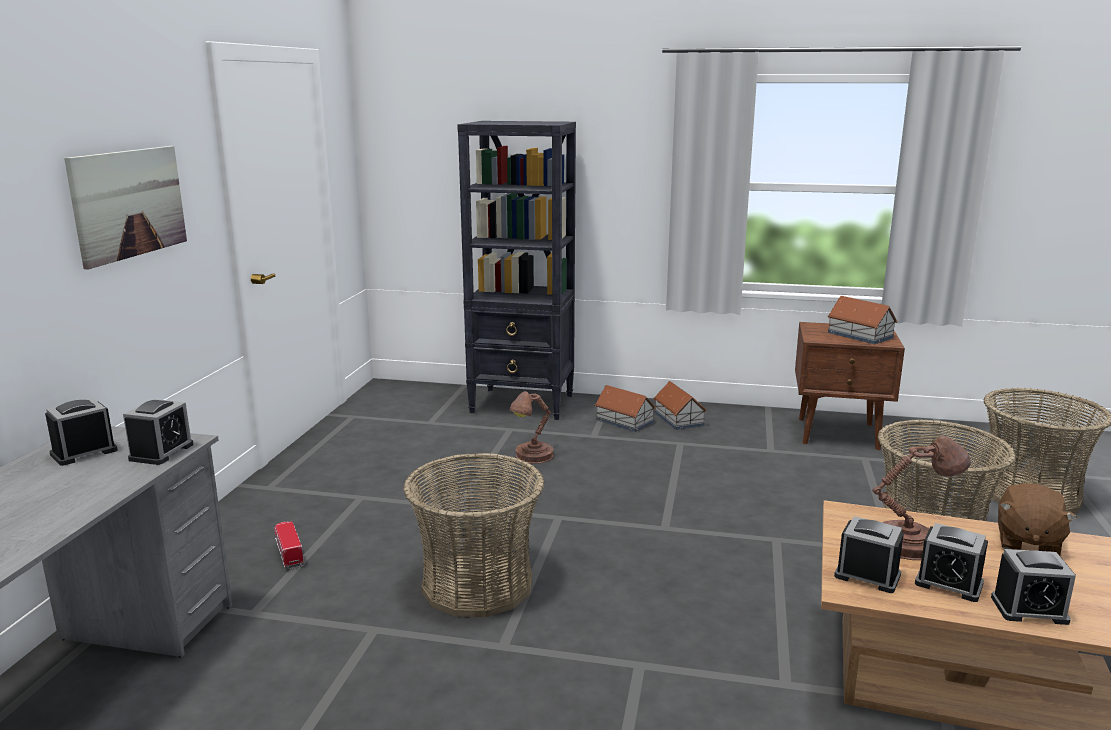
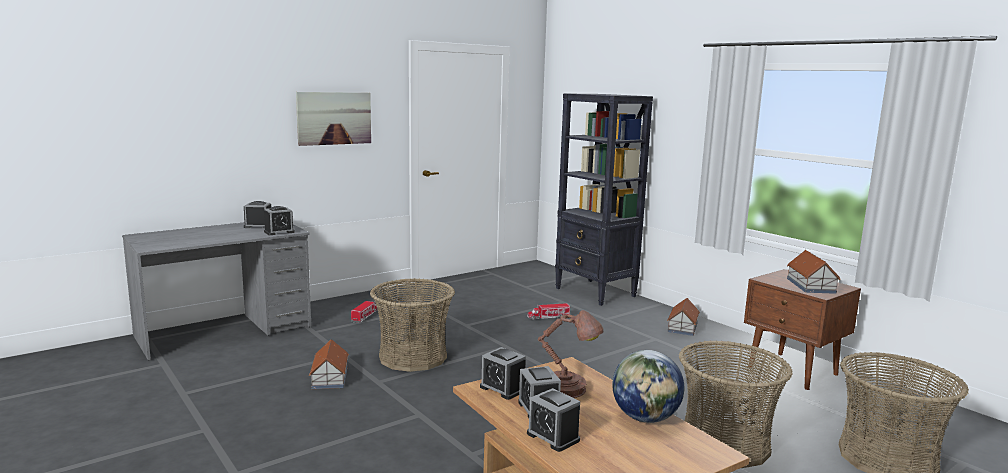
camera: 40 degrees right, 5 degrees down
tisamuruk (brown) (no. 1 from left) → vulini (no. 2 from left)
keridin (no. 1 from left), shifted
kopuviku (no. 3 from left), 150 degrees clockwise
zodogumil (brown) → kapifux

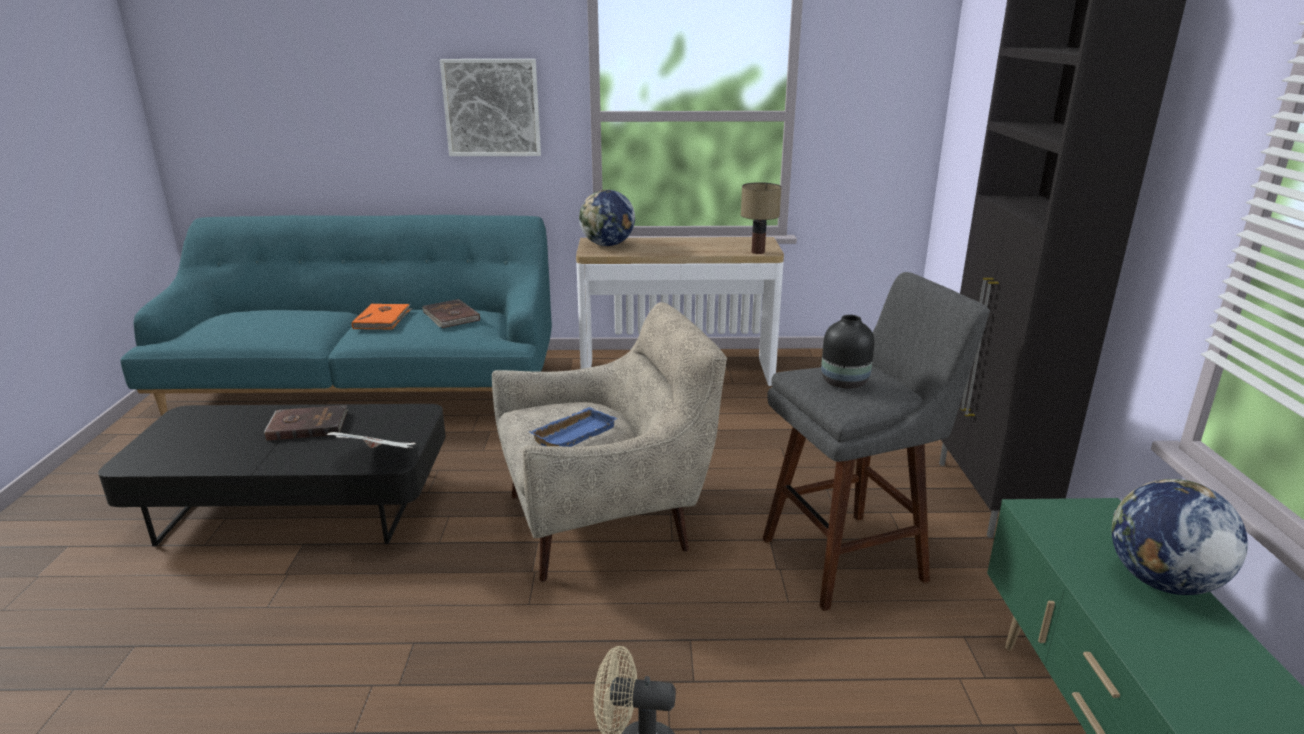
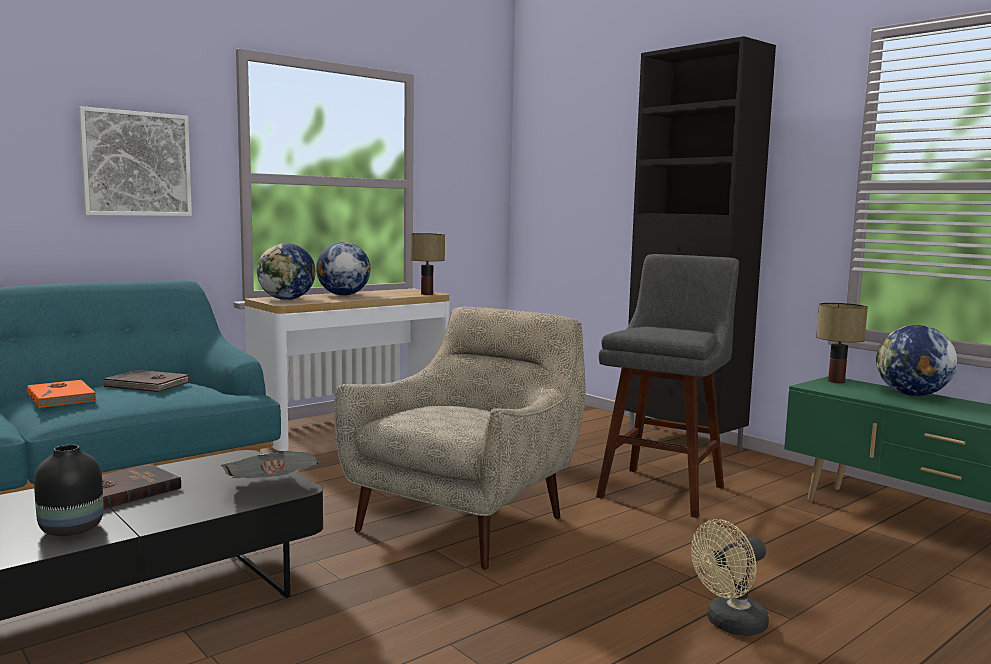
camera: 40 degrees left, 15 degrees down
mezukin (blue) → -
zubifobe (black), shifted
- → kapifux (no. 2 from left)
- → tisamuruk (no. 2 from left)

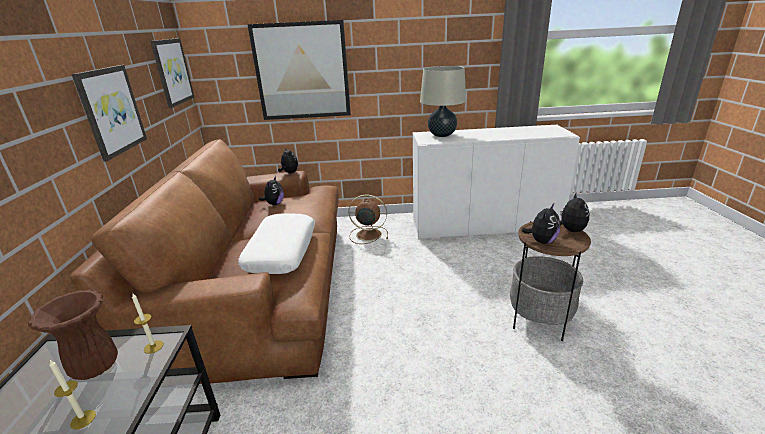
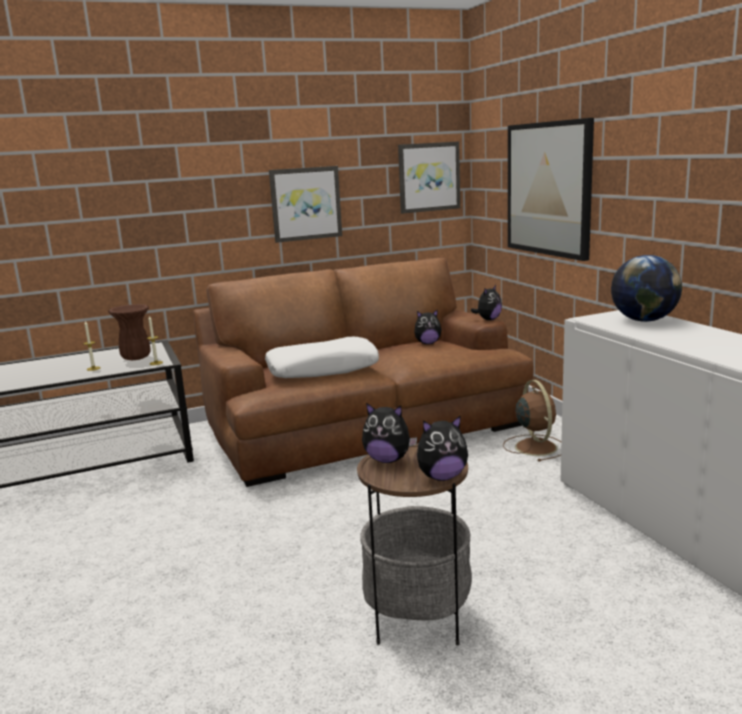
camera: 70 degrees right, 10 degrees down
tisamuruk (beige) → kapifux

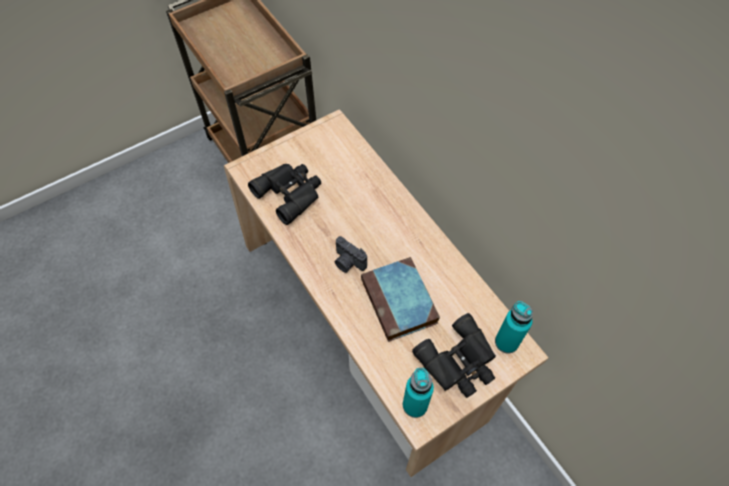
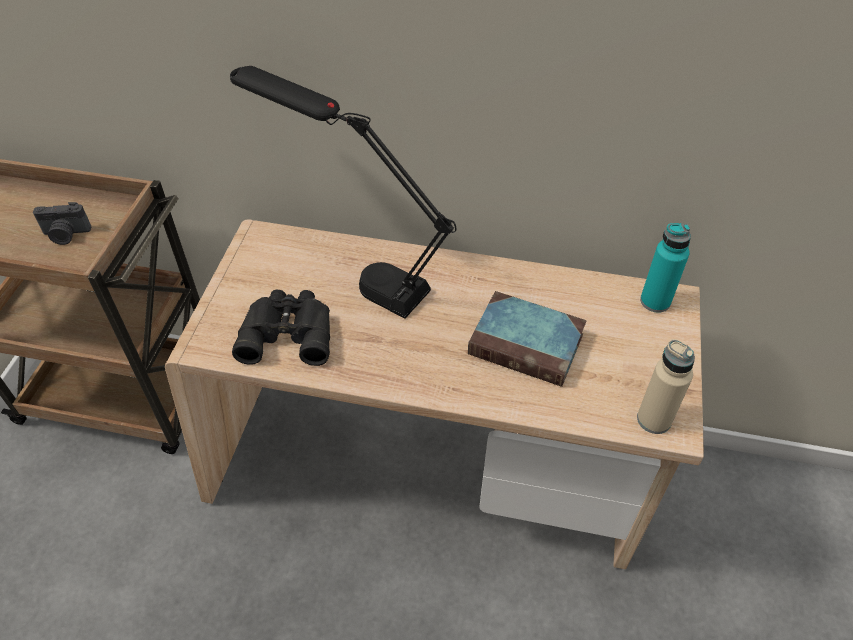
camera: 45 degrees left, 10 degrees down
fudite, shifted
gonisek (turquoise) (no. 1 from left) → gonisek (beige)
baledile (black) (no. 2 from left) → -
- → tisamuruk (black)

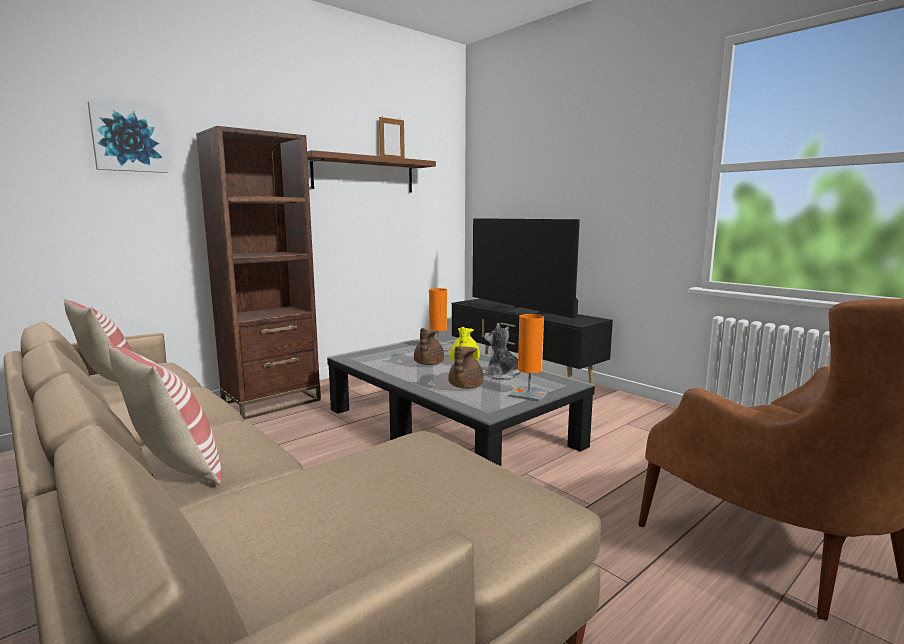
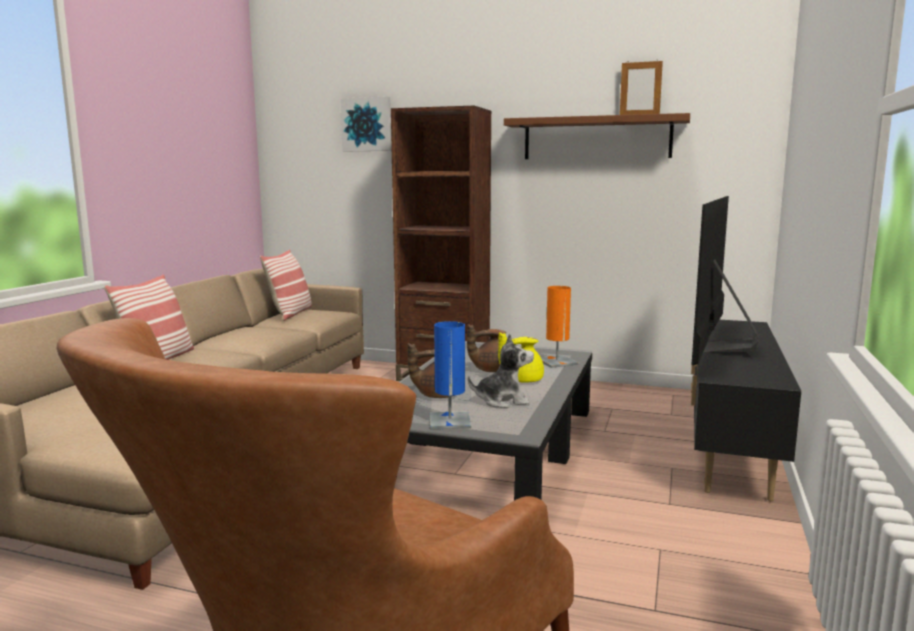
camera: 60 degrees right, 0 degrees up
zodogumil, 75 degrees clockwise
tisamuruk (orange) (no. 2 from left) → tisamuruk (blue)

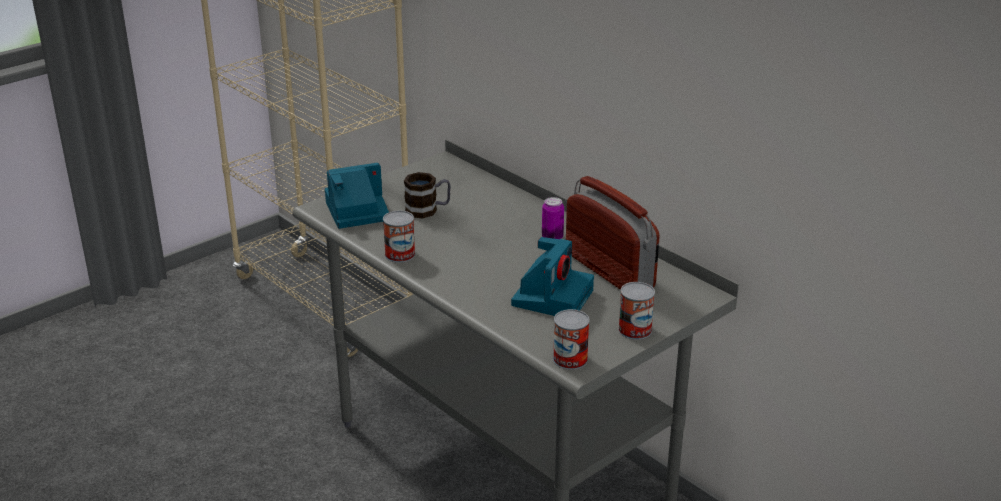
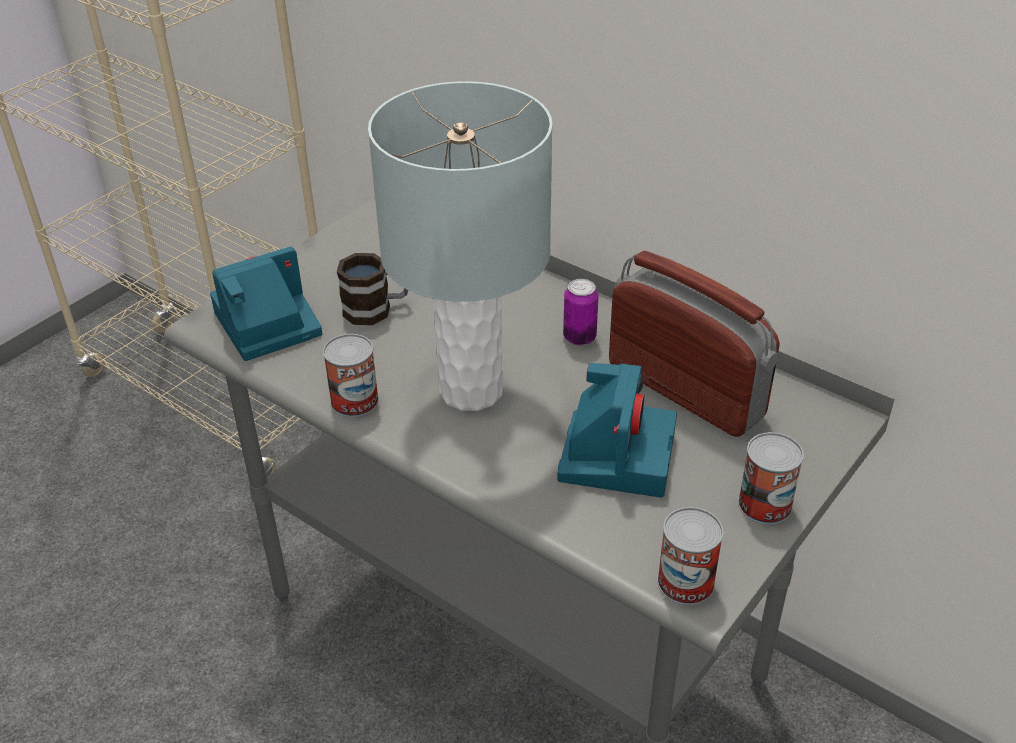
camera: 10 degrees left, 10 degrees up
- → tisamuruk (grey)

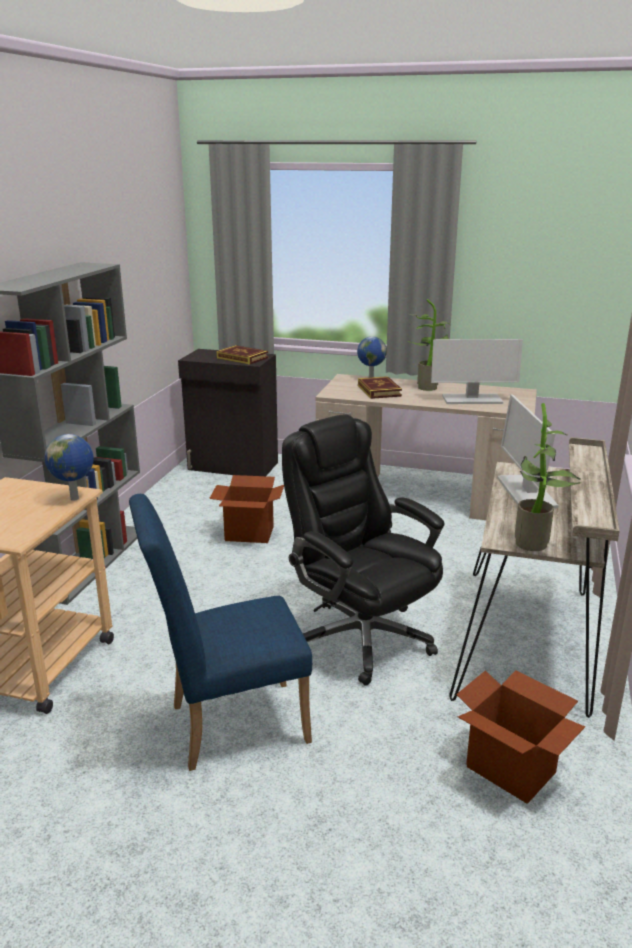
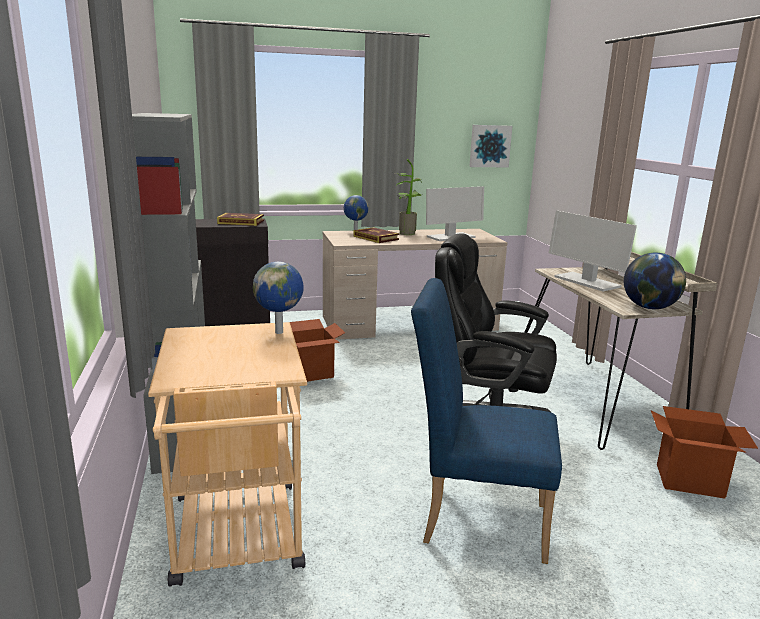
camera: 30 degrees left, 5 degrees down
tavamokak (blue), 60 degrees clockwise
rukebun (no. 2 from left) → kapifux (no. 3 from left)
- → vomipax

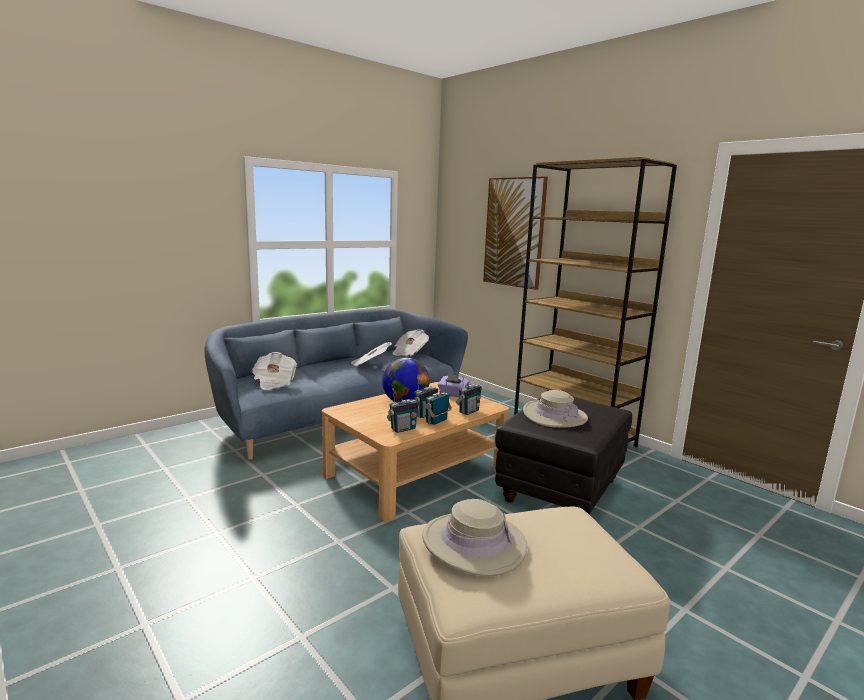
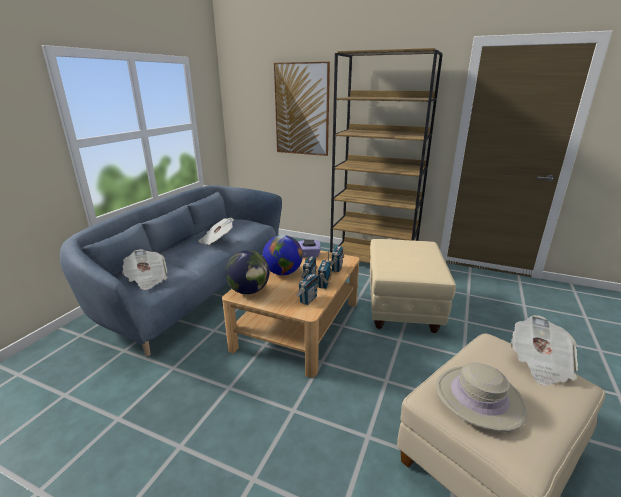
camera: 25 degrees left, 10 degrees up
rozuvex (no. 3 from left), shifted
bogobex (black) → bogobex (beige) (no. 1 from left)
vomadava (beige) (no. 2 from left) → -
- → kapifux (no. 1 from left)

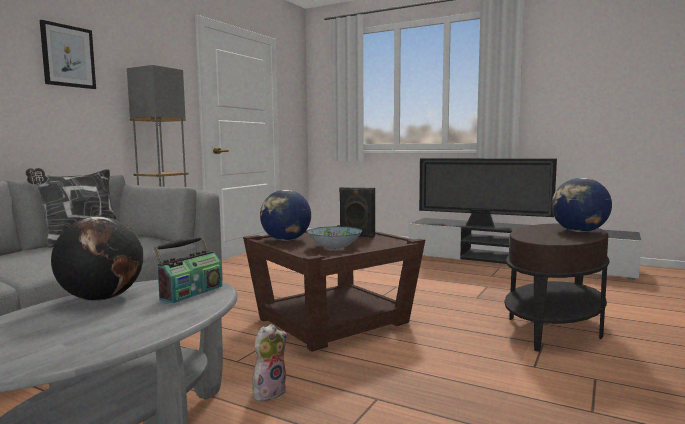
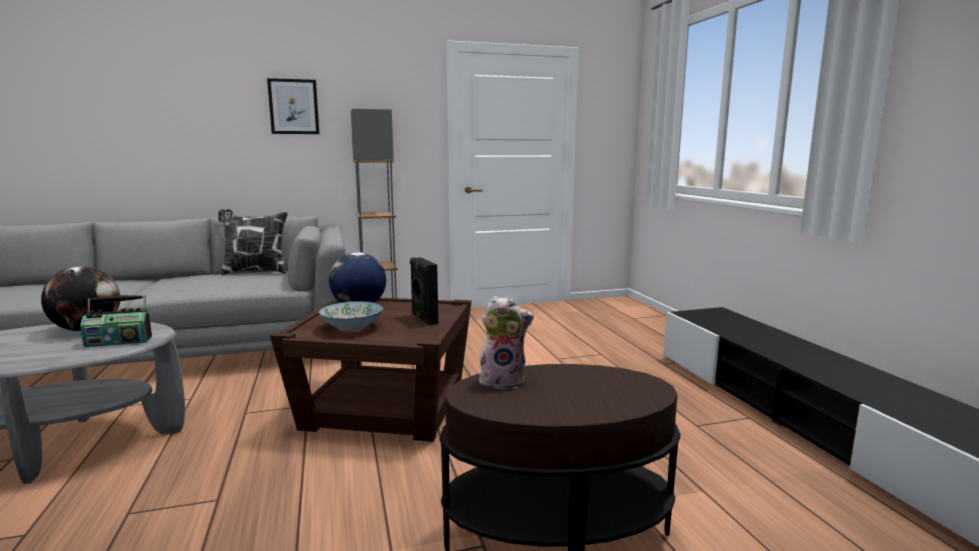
camera: 45 degrees right, 5 degrees up
zodogumil, shifted
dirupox → -
kapifux (no. 3 from left) → -

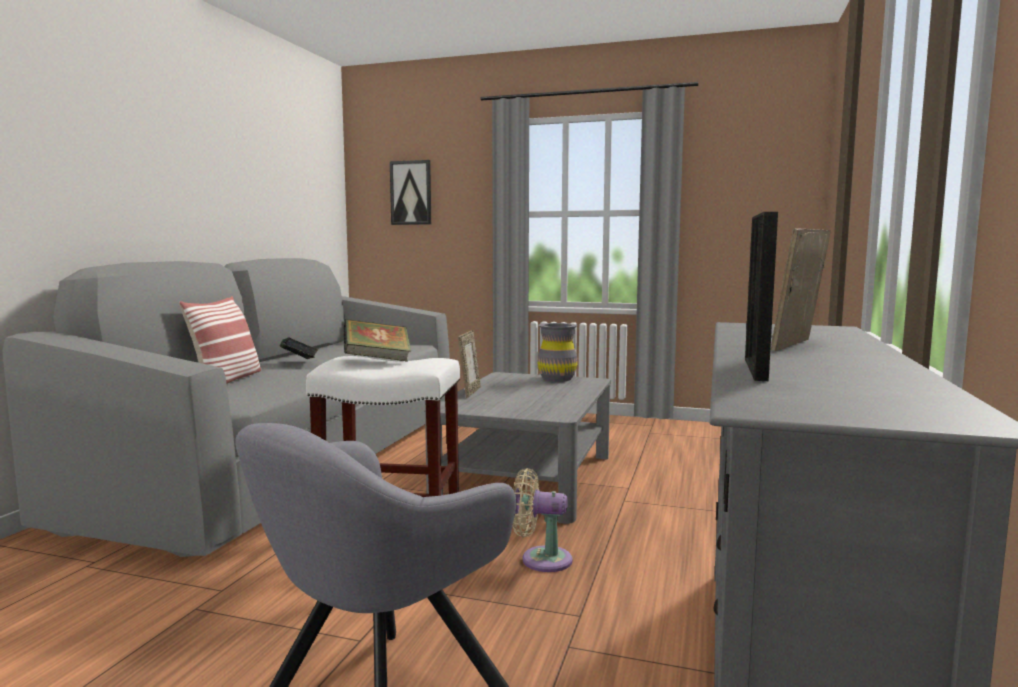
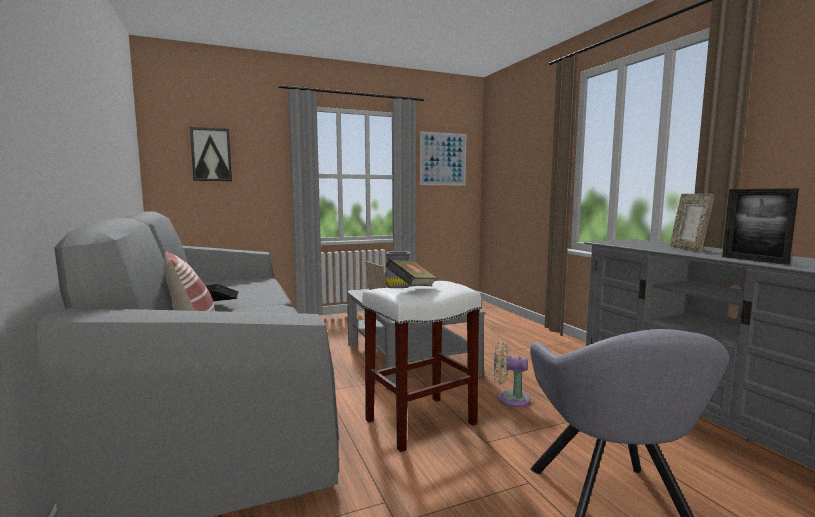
camera: 40 degrees left, 0 degrees up
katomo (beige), 45 degrees clockwise
- → vomipax (no. 2 from left)

